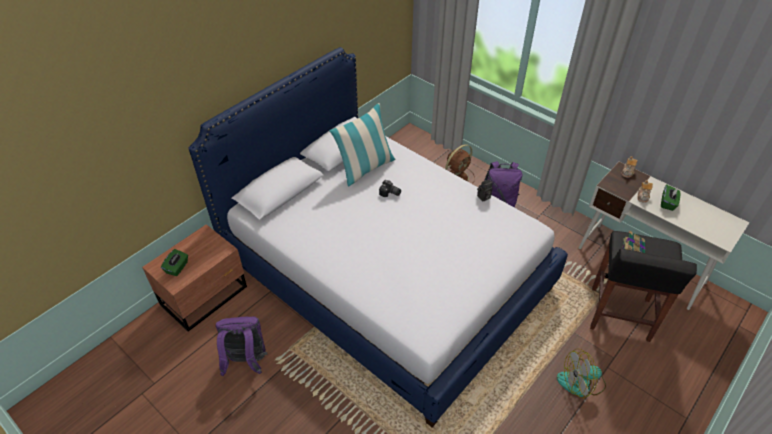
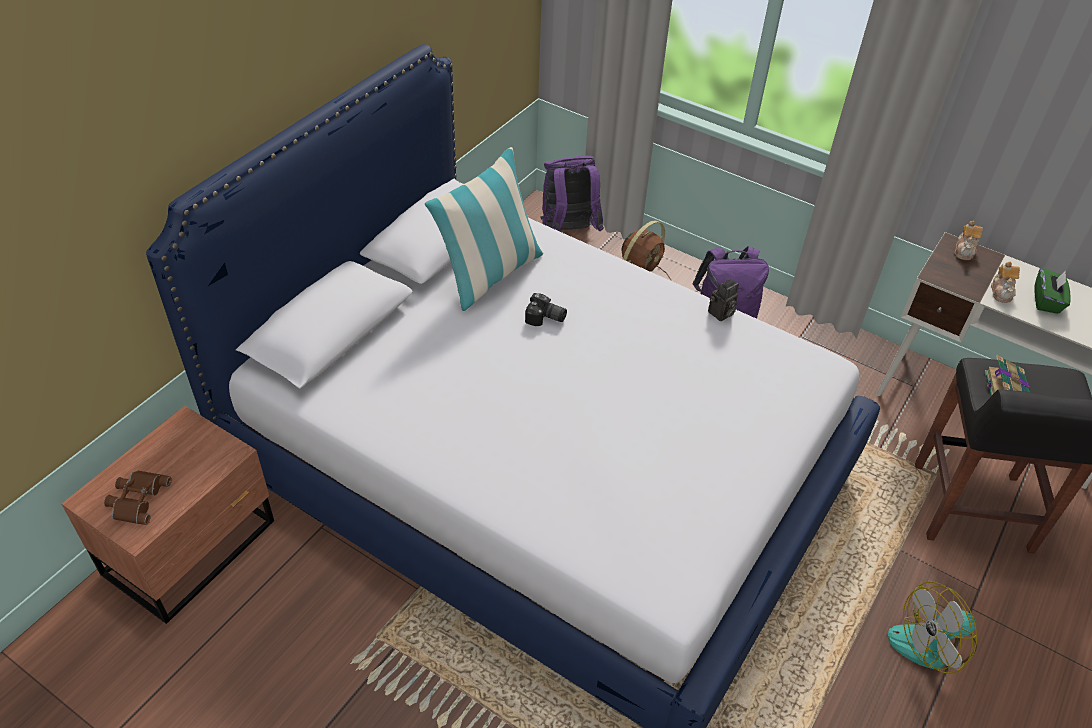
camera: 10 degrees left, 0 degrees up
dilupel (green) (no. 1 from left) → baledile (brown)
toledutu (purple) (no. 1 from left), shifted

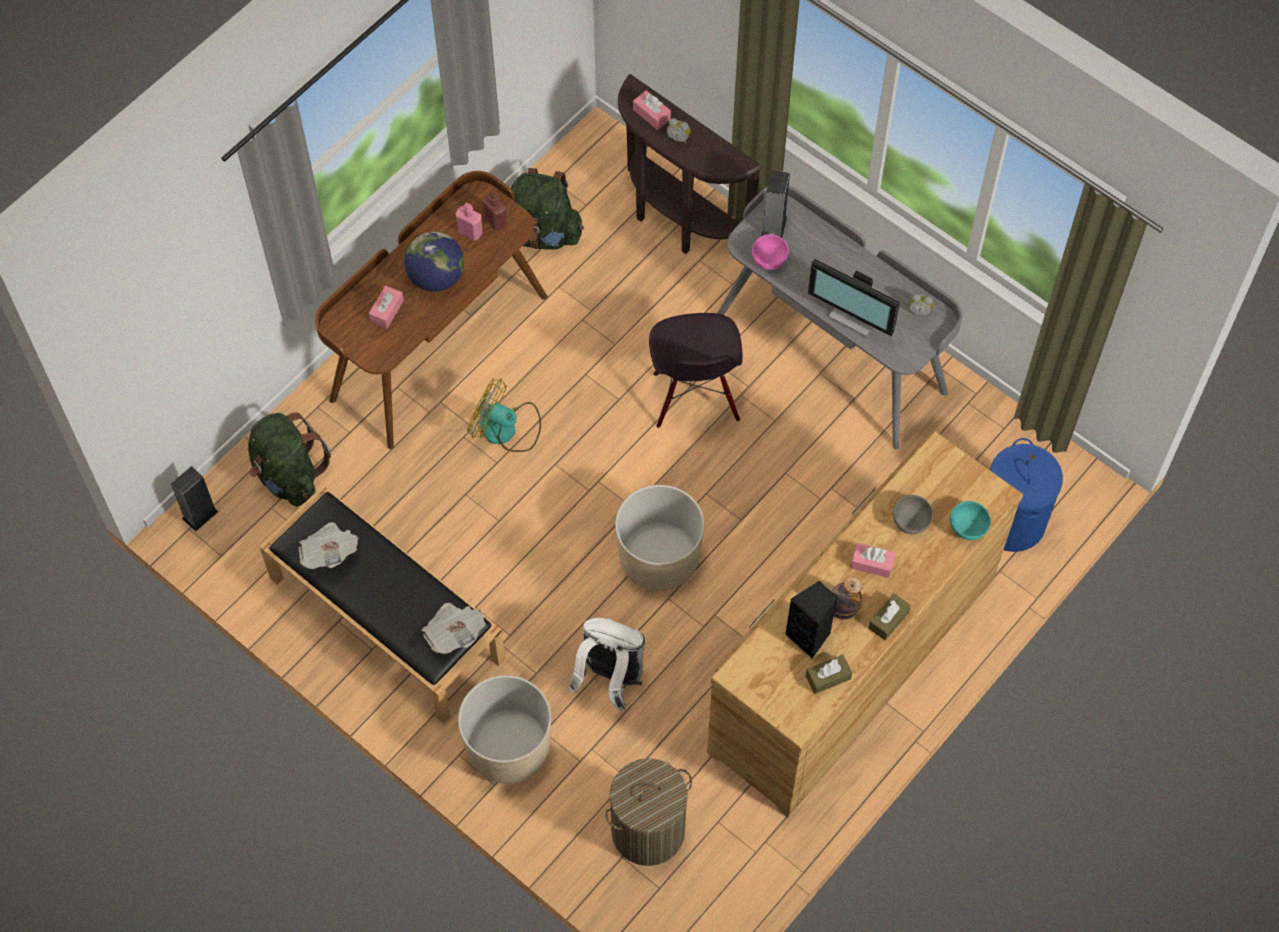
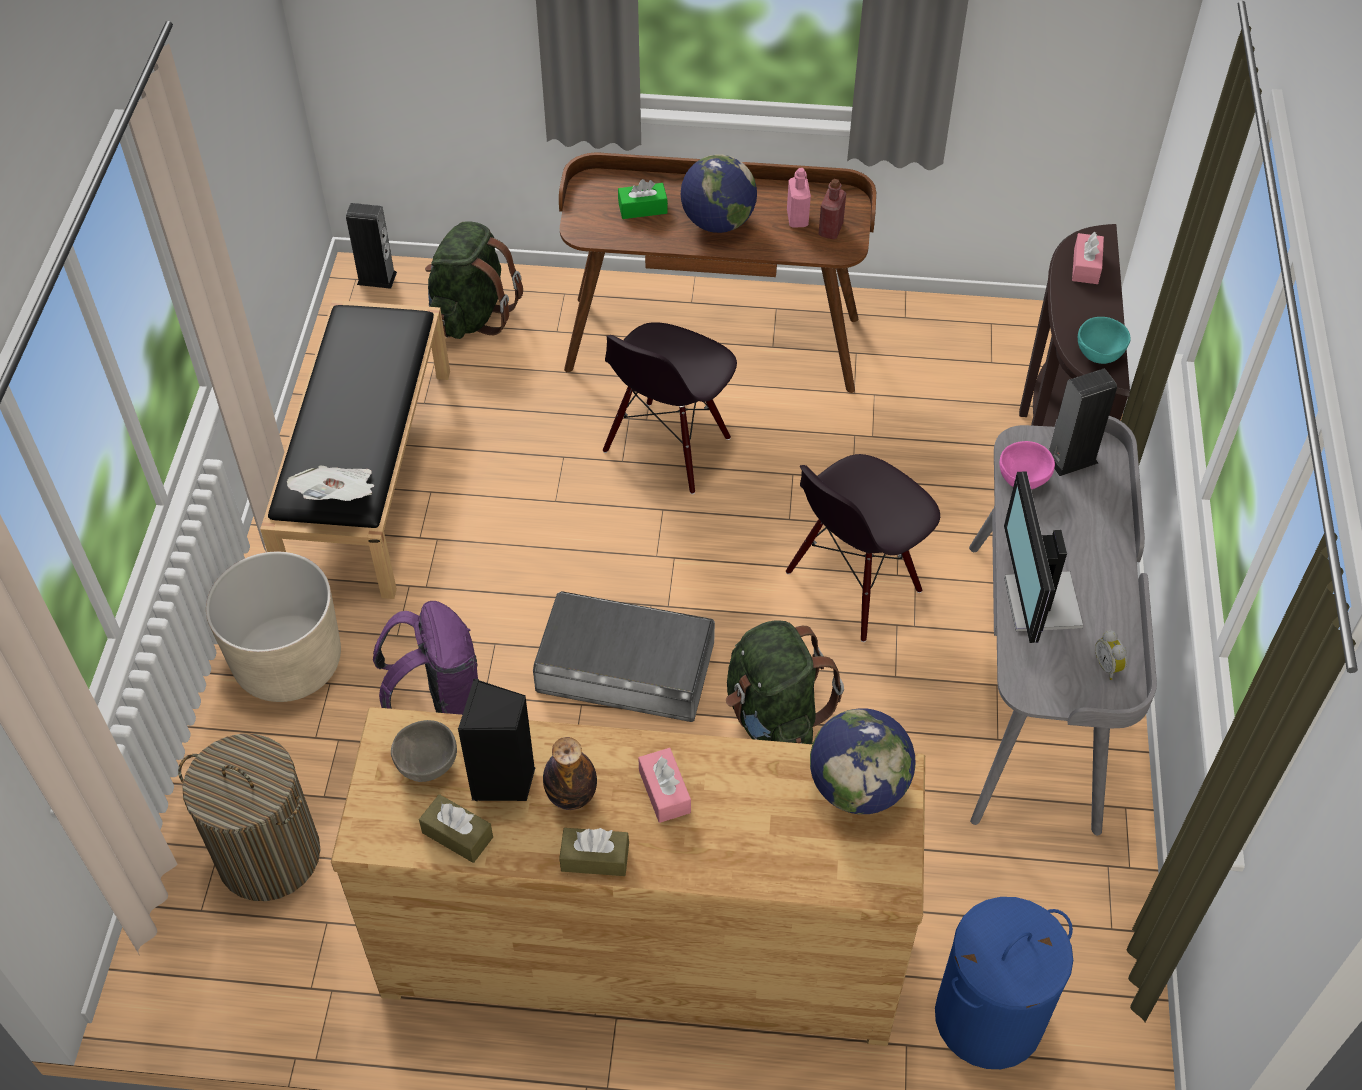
camera: 55 degrees right, 10 degrees down
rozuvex (no. 1 from left) → -
dilupel (pink) (no. 1 from left) → dilupel (green)
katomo → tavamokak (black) (no. 1 from left)
toledutu (green) (no. 2 from left), shifted
toledutu (white) → toledutu (purple)
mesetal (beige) (no. 2 from left) → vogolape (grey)
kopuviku (no. 1 from left) → -
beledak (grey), shifted
beledak (turquoise), shifted
- → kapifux (no. 2 from left)

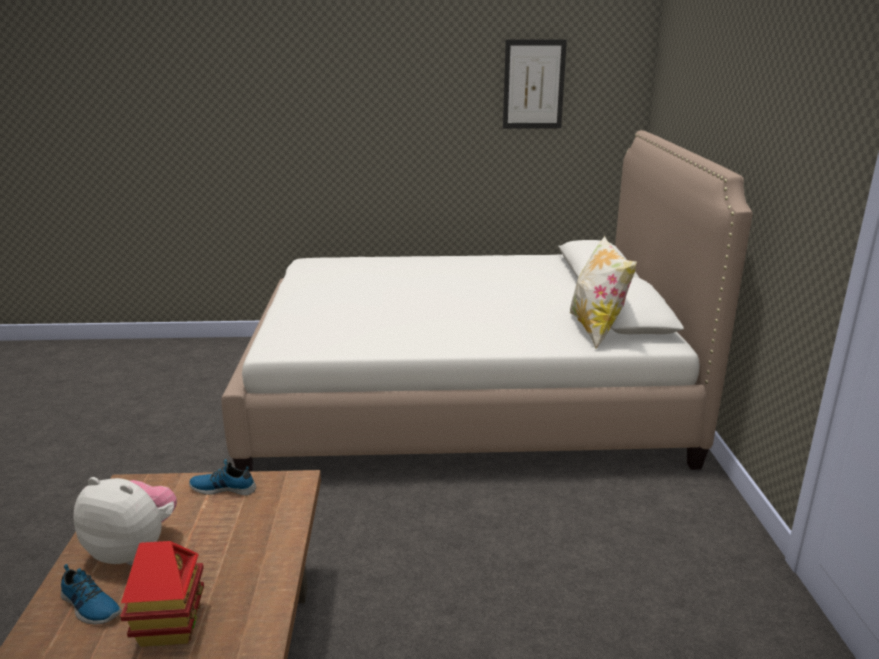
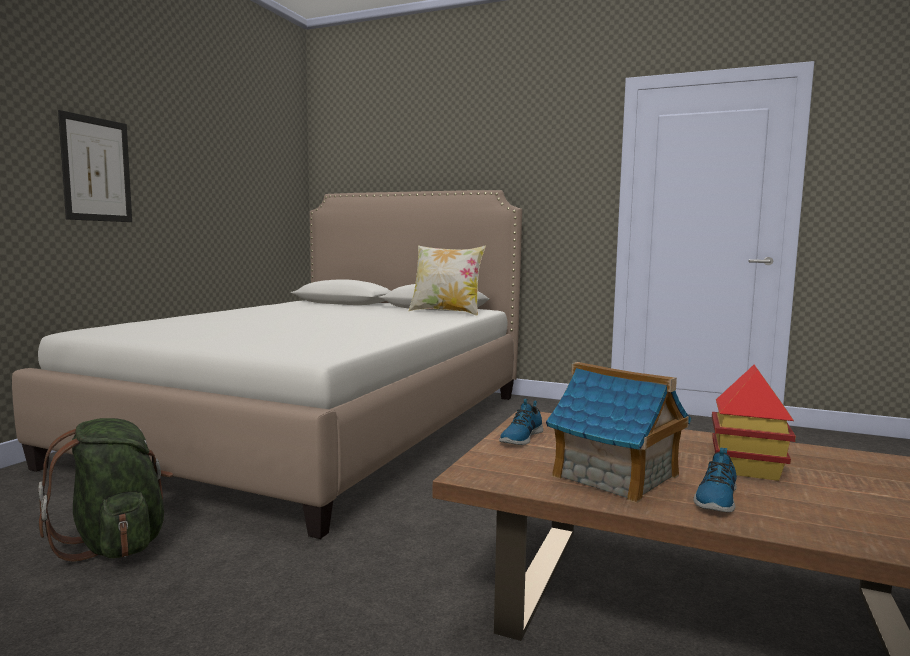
camera: 65 degrees left, 15 degrees down
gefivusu (no. 1 from left in the first image) → gefivusu (no. 2 from left), 150 degrees clockwise
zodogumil → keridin (no. 1 from left)
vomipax, shifted
- → toledutu (green)

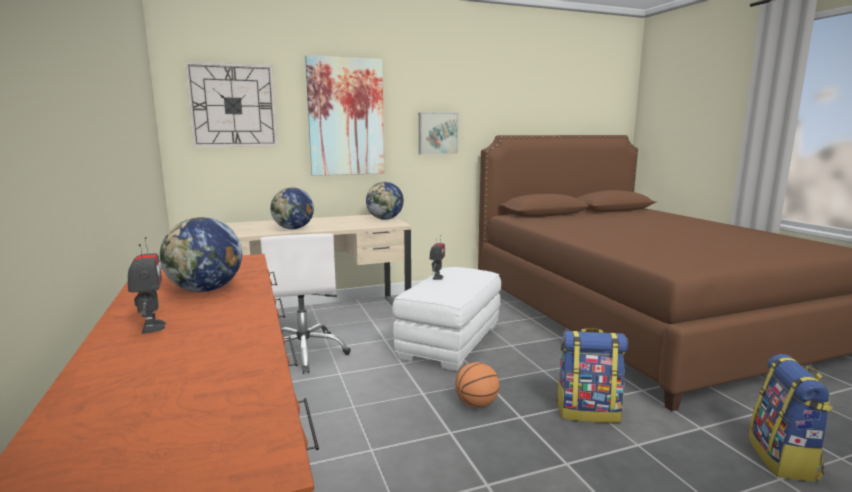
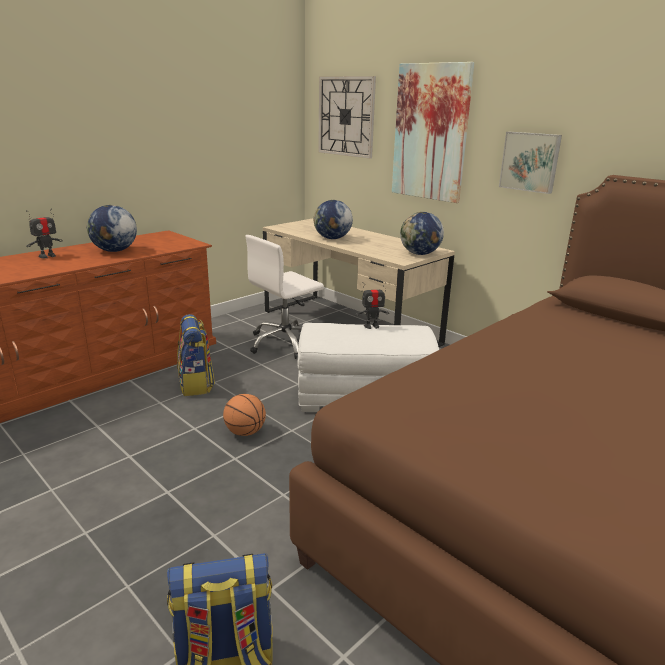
camera: 65 degrees right, 10 degrees up
toledutu (no. 1 from left), shifted

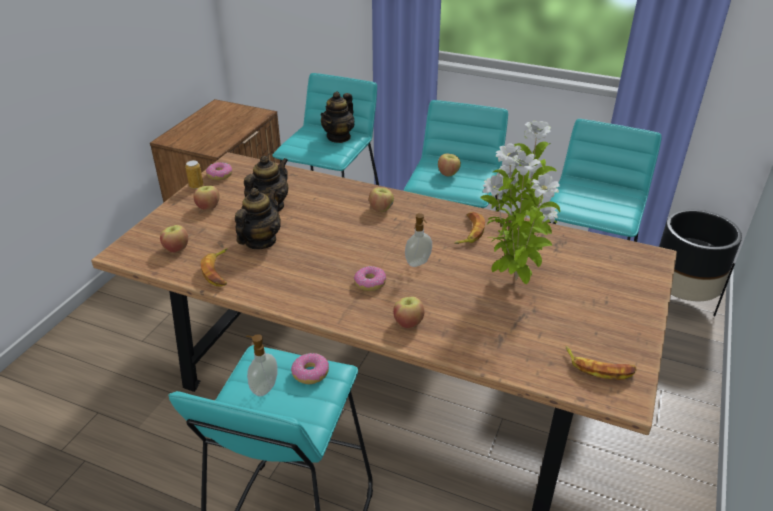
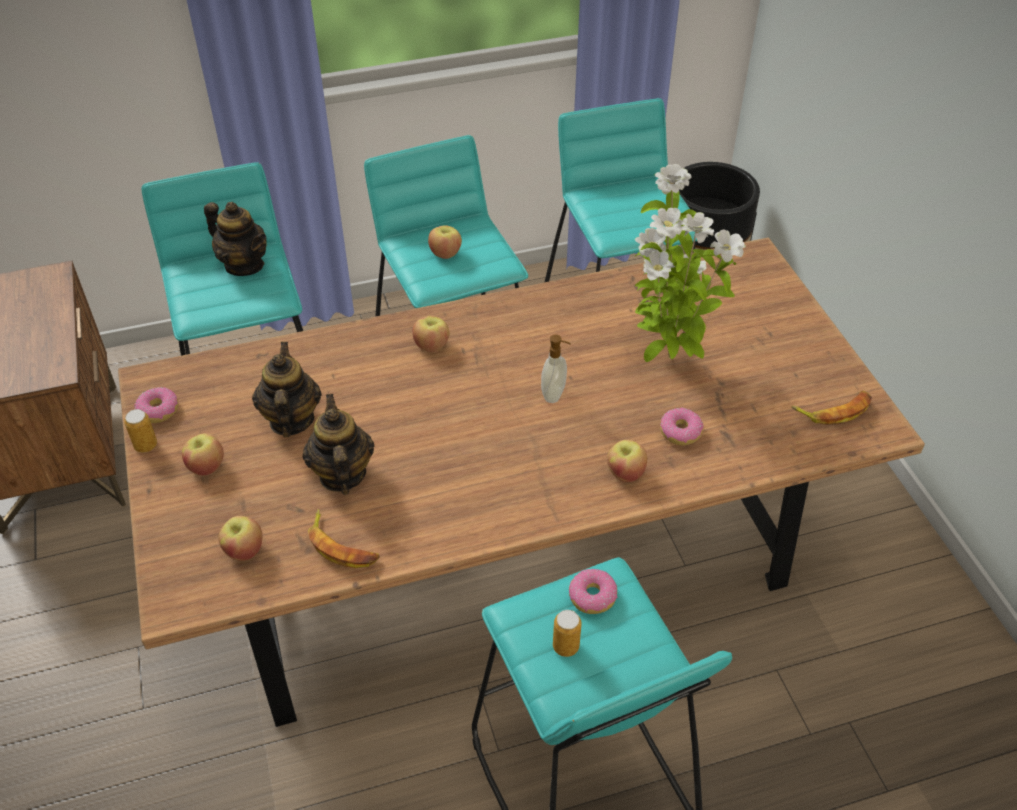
camera: 40 degrees left, 10 degrees up
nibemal (no. 1 from left) → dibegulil (no. 2 from left)
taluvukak (no. 3 from left in the first image) → taluvukak (no. 1 from left), 45 degrees counterclockwise
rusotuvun (no. 3 from left), shifted
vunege (no. 2 from left) → -

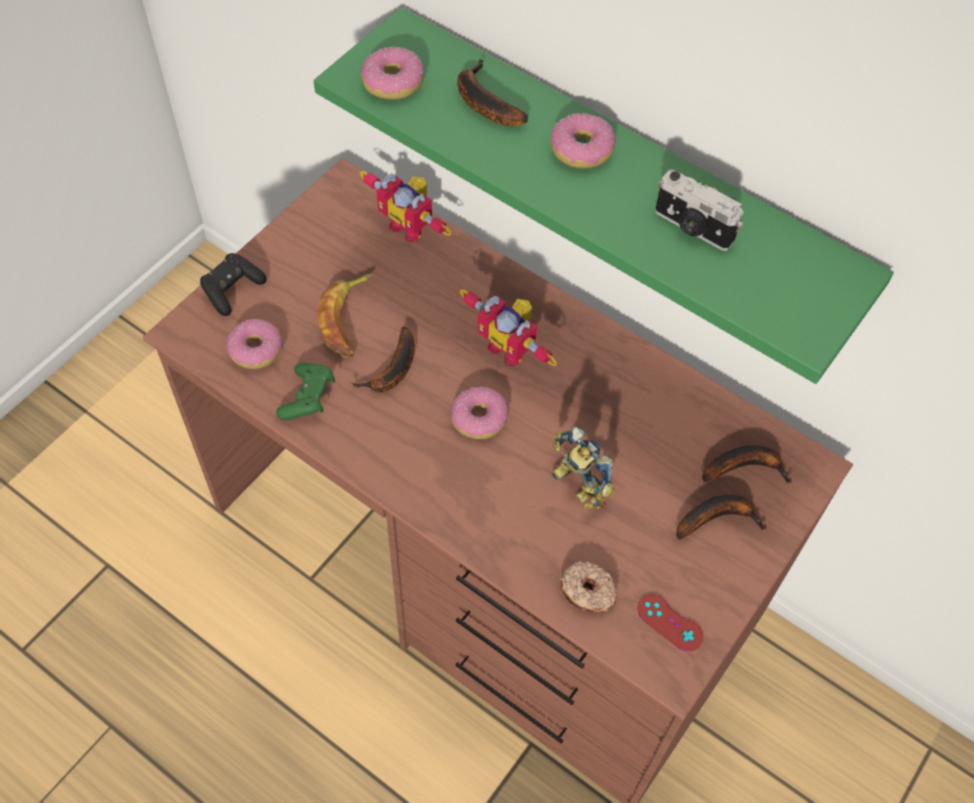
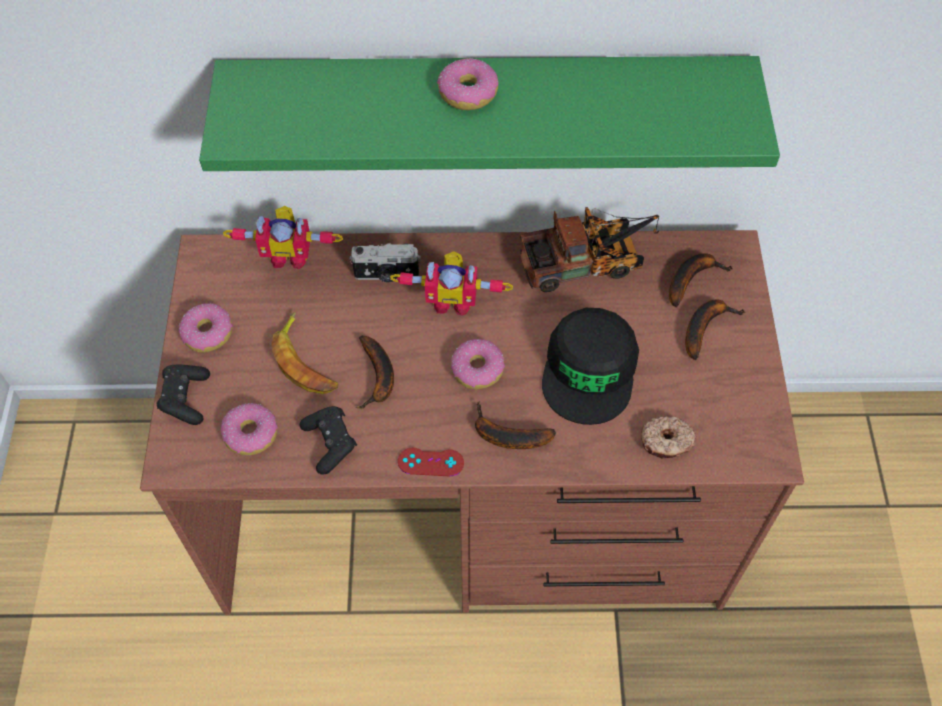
camera: 35 degrees left, 0 degrees up
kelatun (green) → kelatun (black) (no. 2 from left)
rusotuvun (no. 2 from left in the first image) → rusotuvun (no. 1 from left), shifted
vunege (no. 3 from left), shifted
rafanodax (no. 3 from left) → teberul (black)
kelatun (red), shifted
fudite, shifted
- → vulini

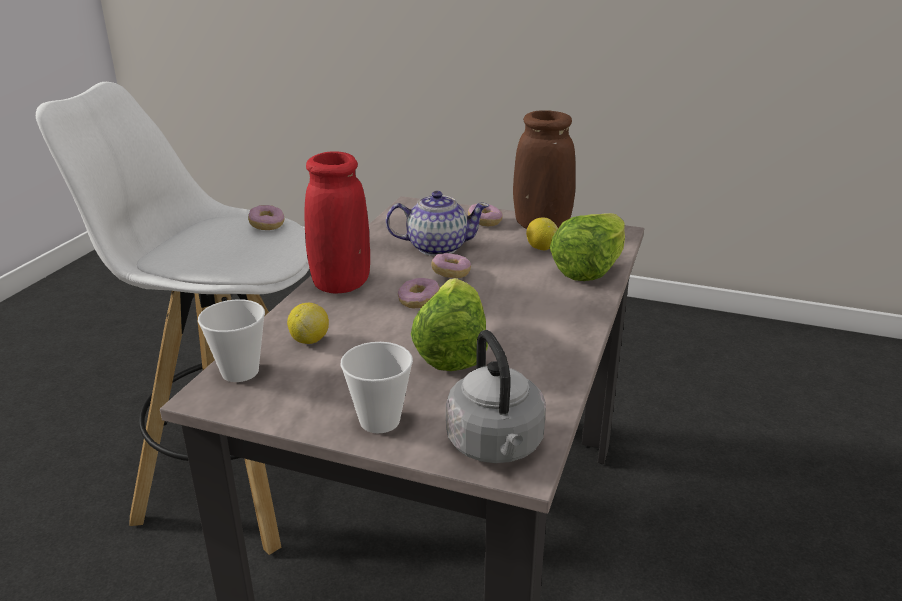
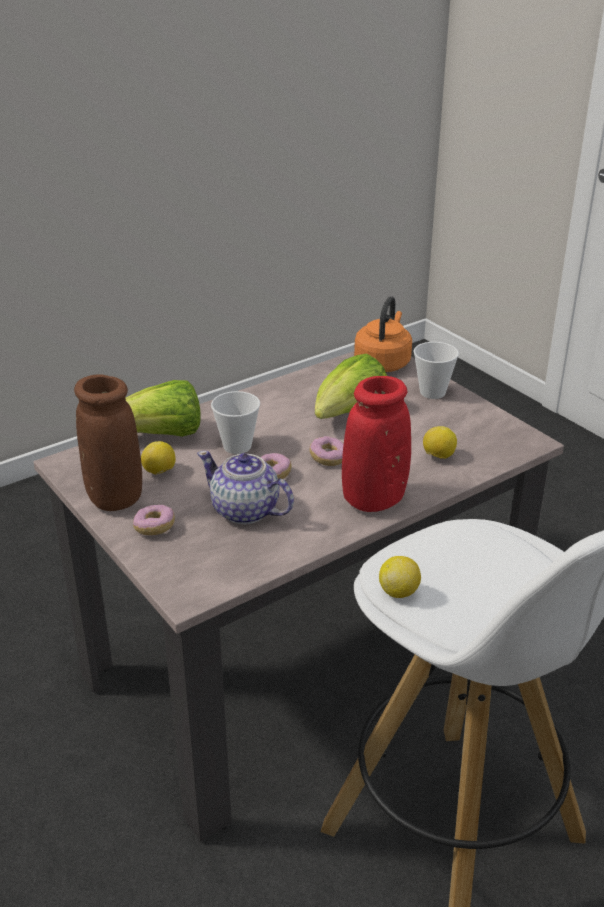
camera: 145 degrees left, 5 degrees up
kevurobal (no. 1 from left), shifted
rusotuvun (no. 1 from left) → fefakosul (no. 2 from left)
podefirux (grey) → podefirux (orange)

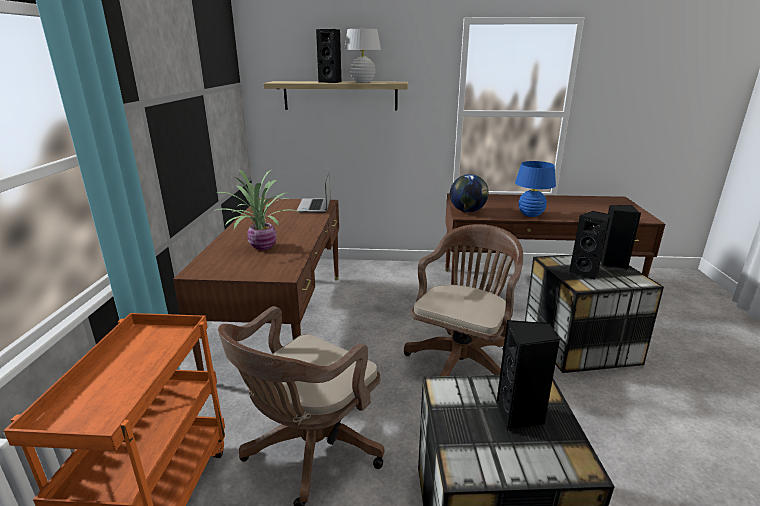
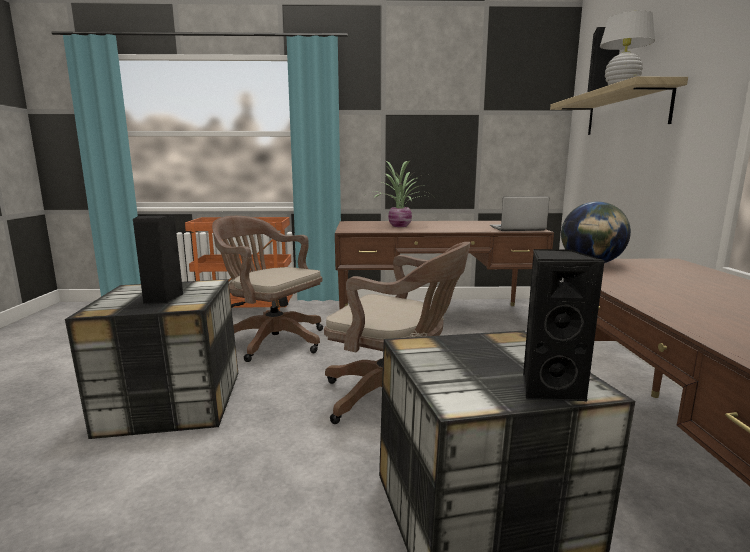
camera: 85 degrees right, 10 degrees down
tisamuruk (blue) → -
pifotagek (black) (no. 3 from left) → -

